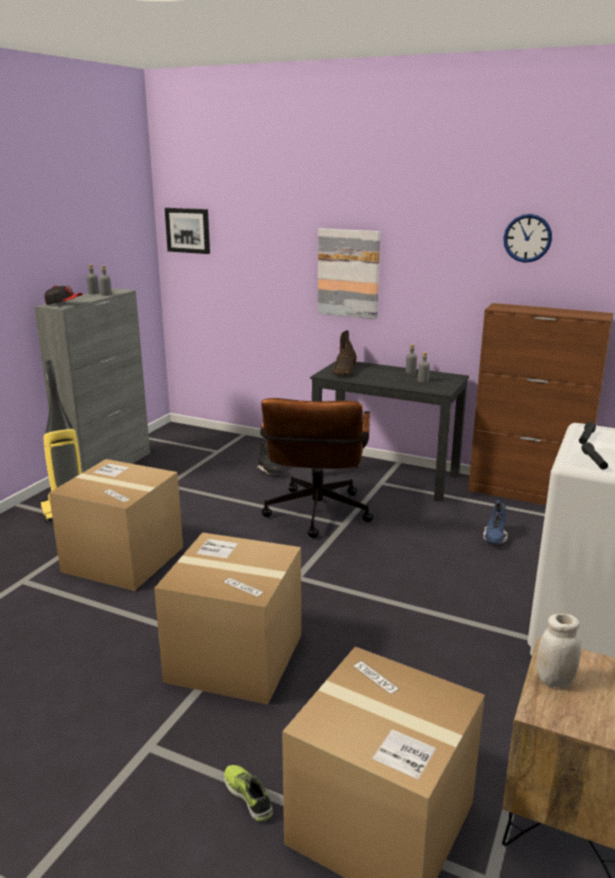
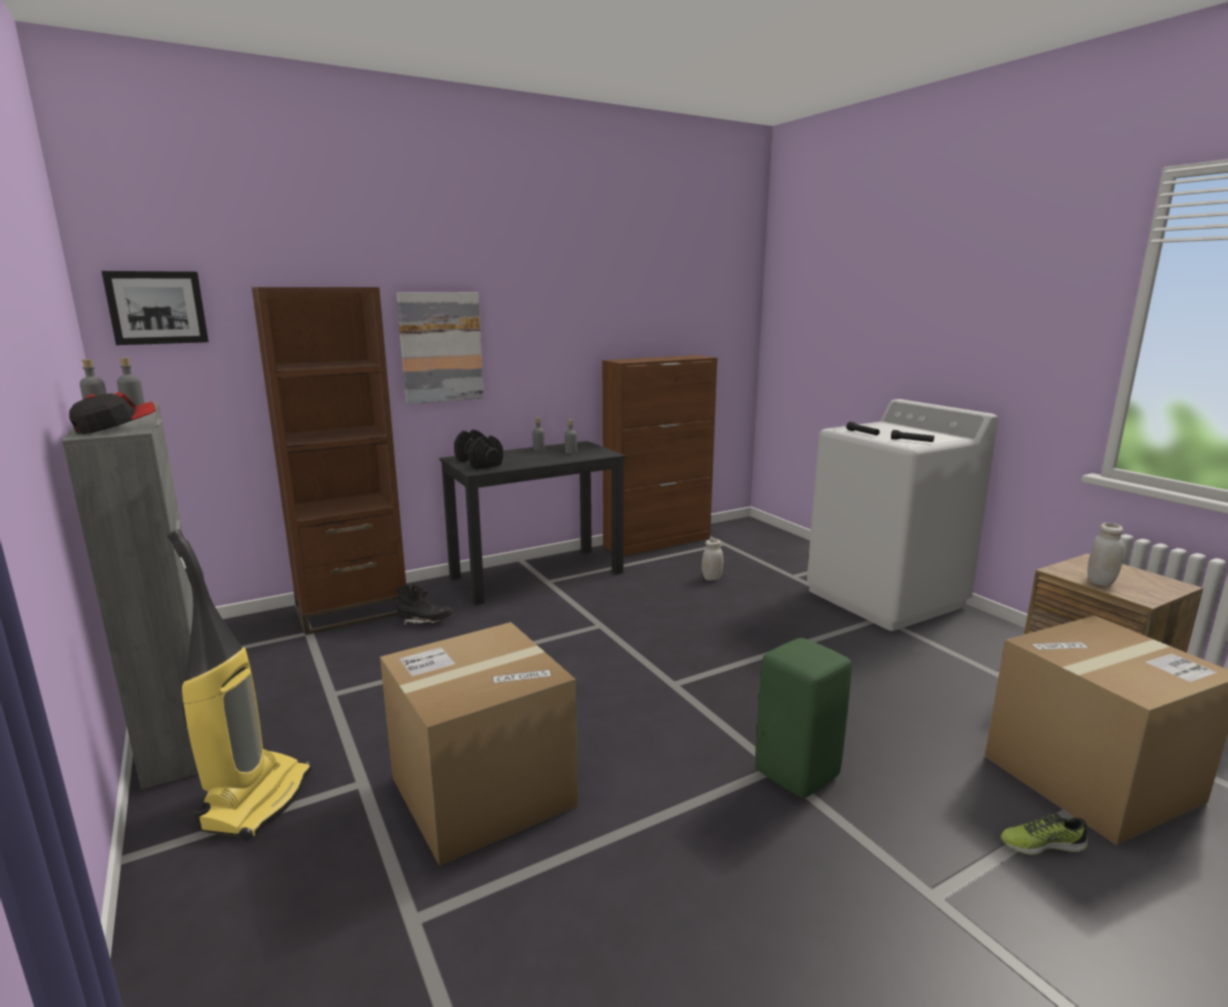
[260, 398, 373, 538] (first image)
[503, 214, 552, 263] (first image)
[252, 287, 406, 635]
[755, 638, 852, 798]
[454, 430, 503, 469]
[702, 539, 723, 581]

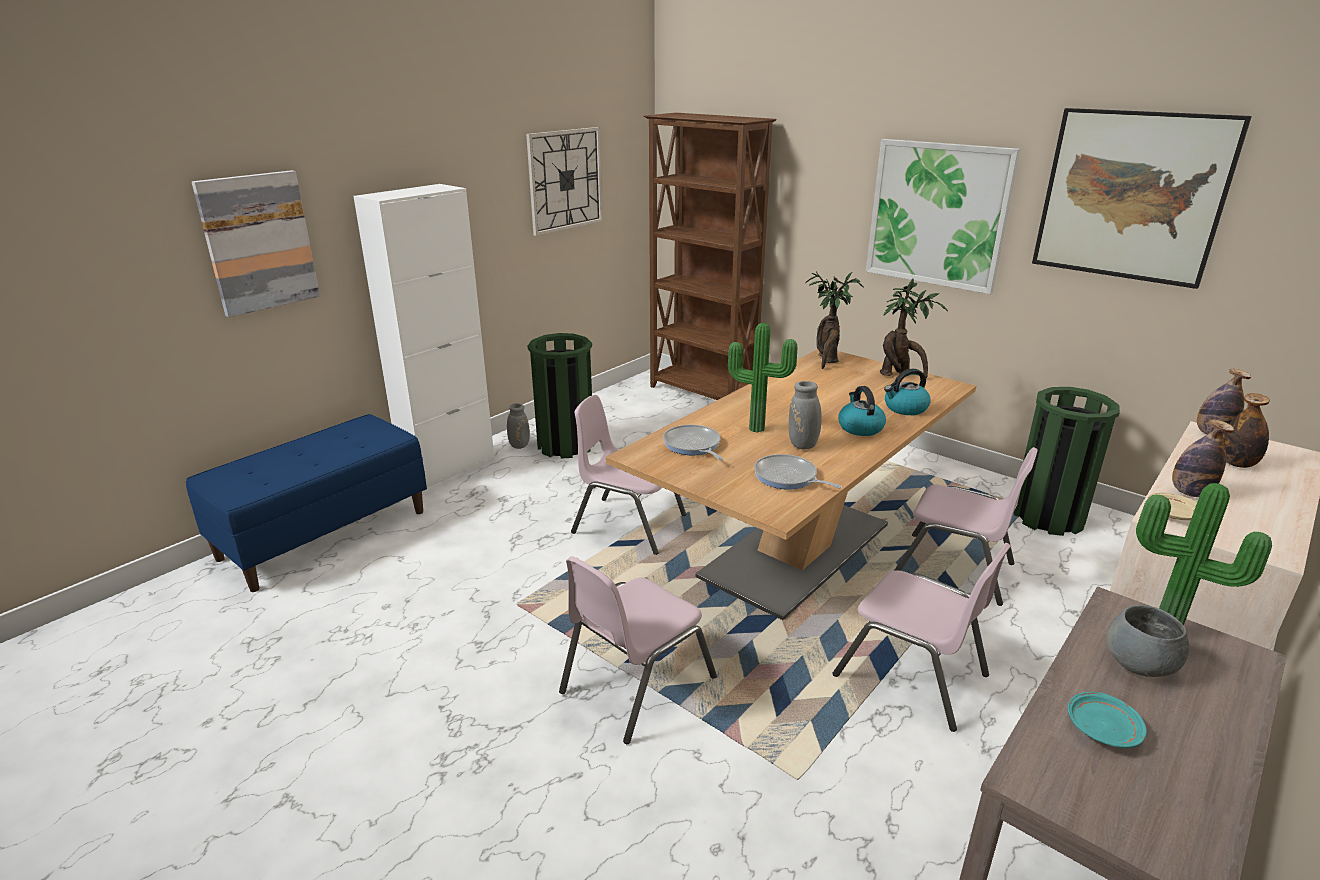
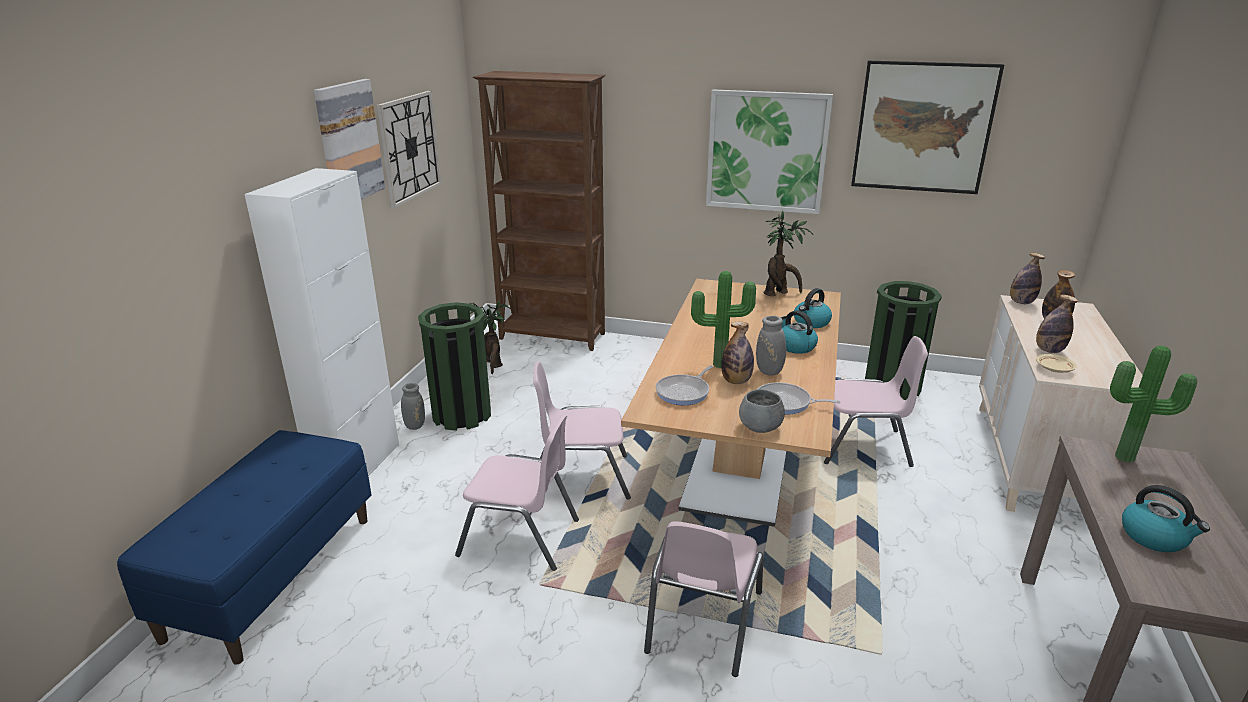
[721, 322, 754, 384]
[314, 79, 385, 199]
[470, 301, 511, 374]
[455, 414, 579, 571]
[739, 389, 785, 433]
[1122, 485, 1210, 552]
[656, 365, 713, 405]

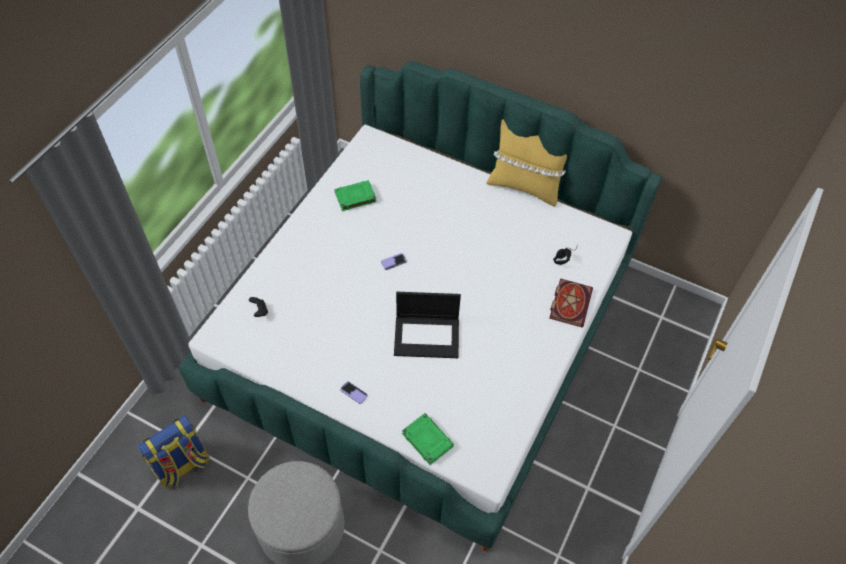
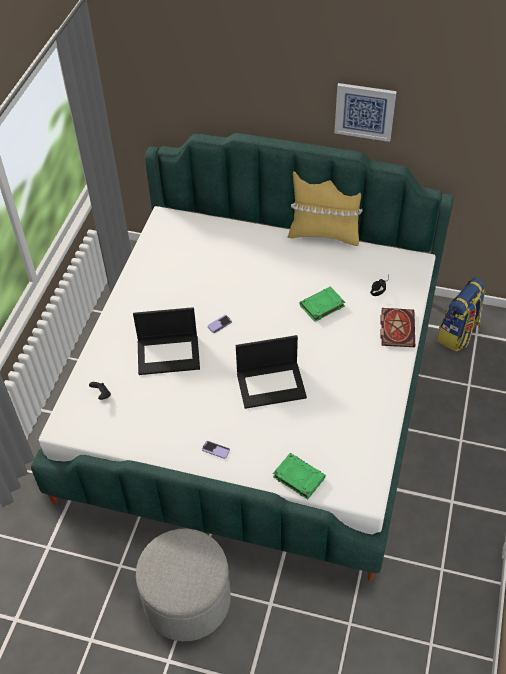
[133, 307, 200, 375]
[334, 83, 397, 142]
[437, 278, 486, 351]
[300, 287, 345, 322]

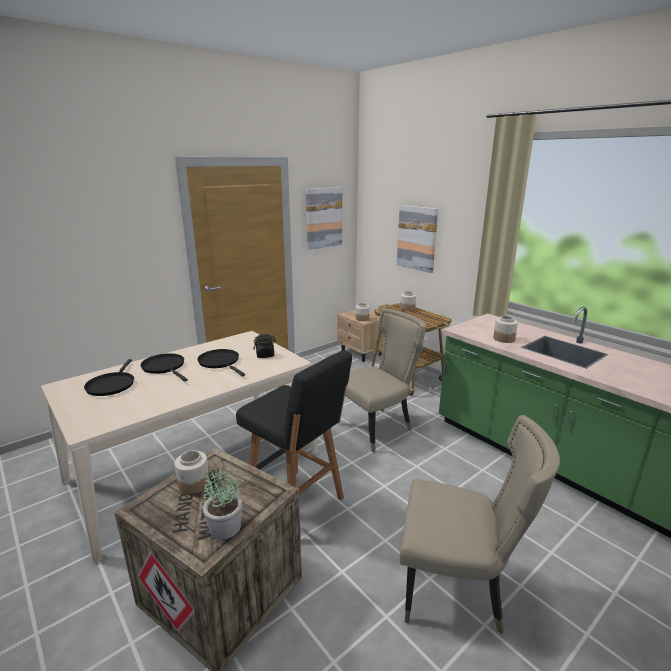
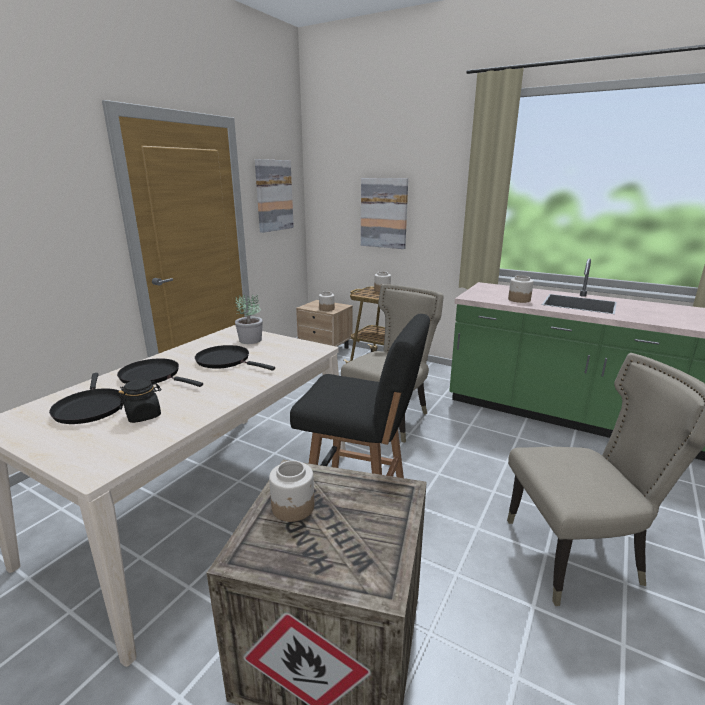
[235, 294, 263, 344]
[119, 379, 161, 423]

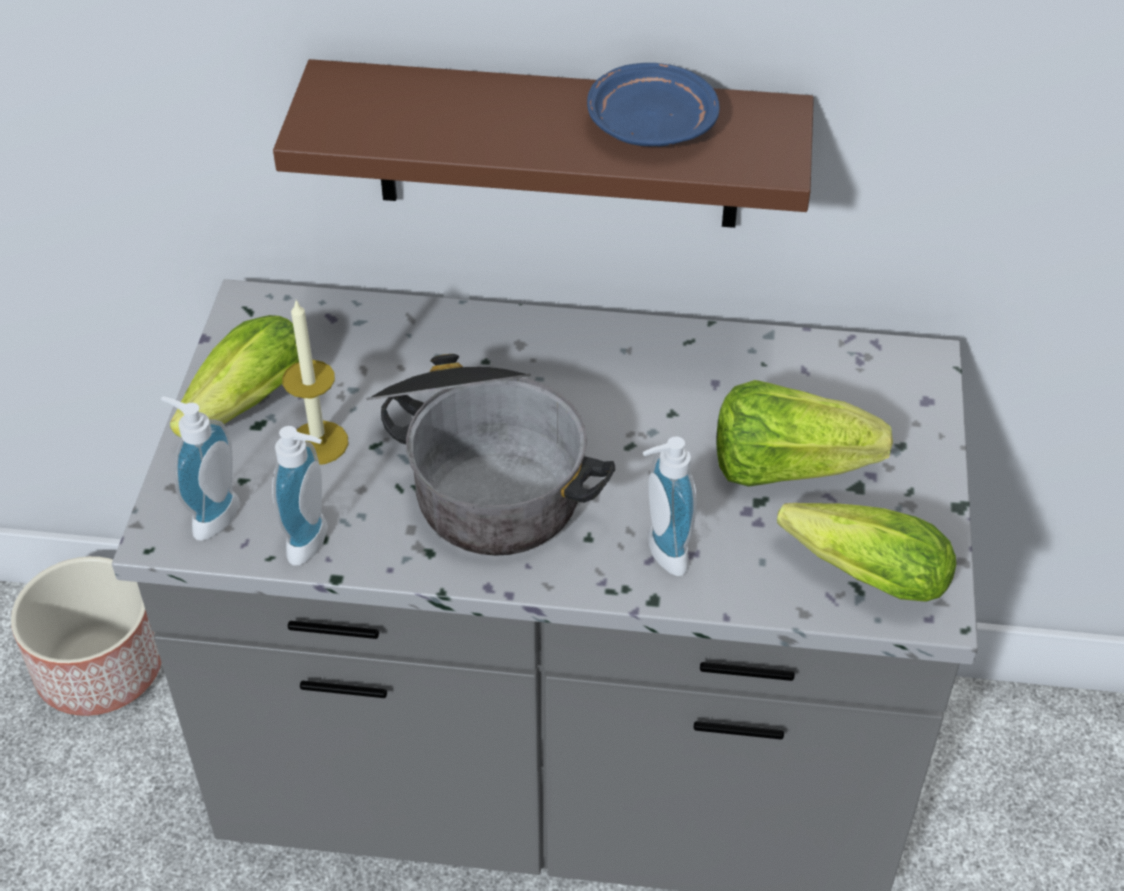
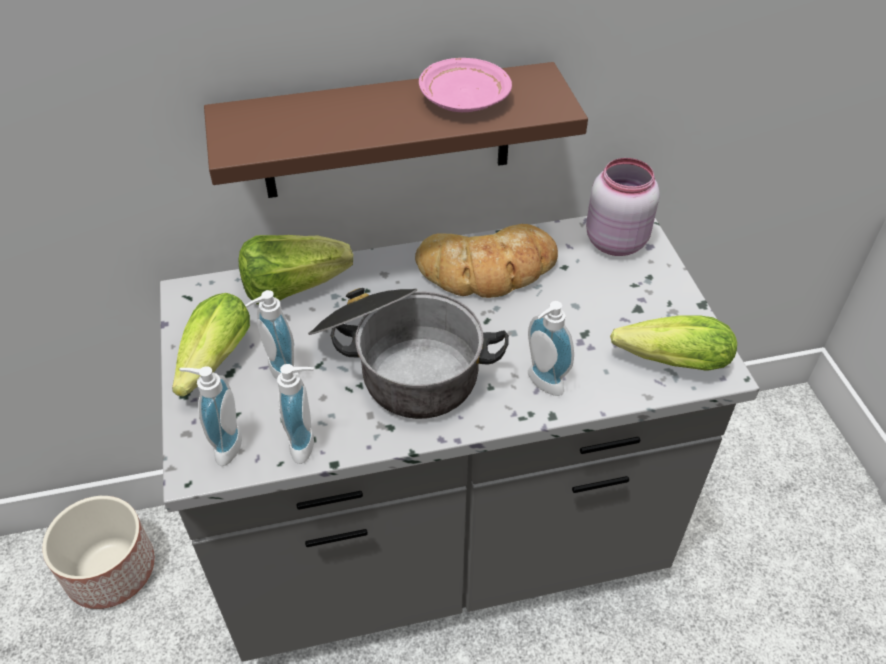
[415, 224, 558, 298]
[586, 158, 660, 256]
[239, 235, 353, 304]
[245, 290, 295, 379]
[419, 58, 512, 112]

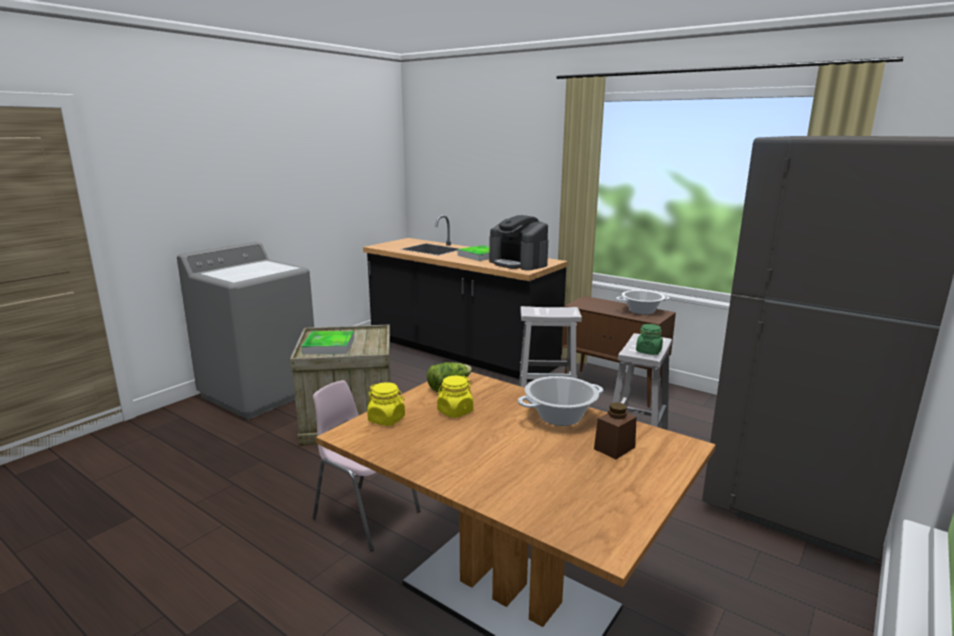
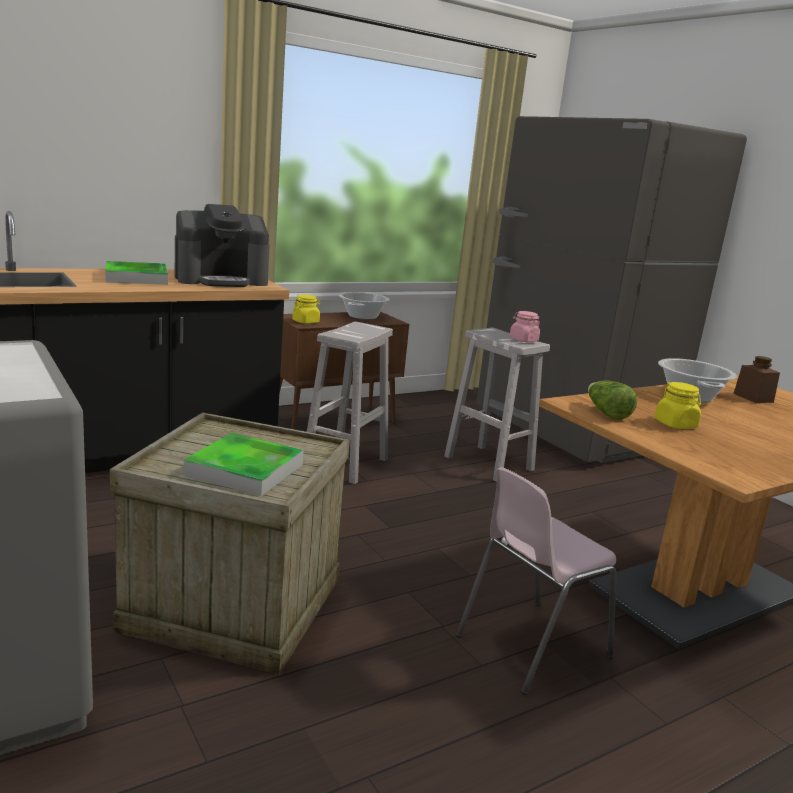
[292, 295, 320, 324]
[510, 311, 540, 342]

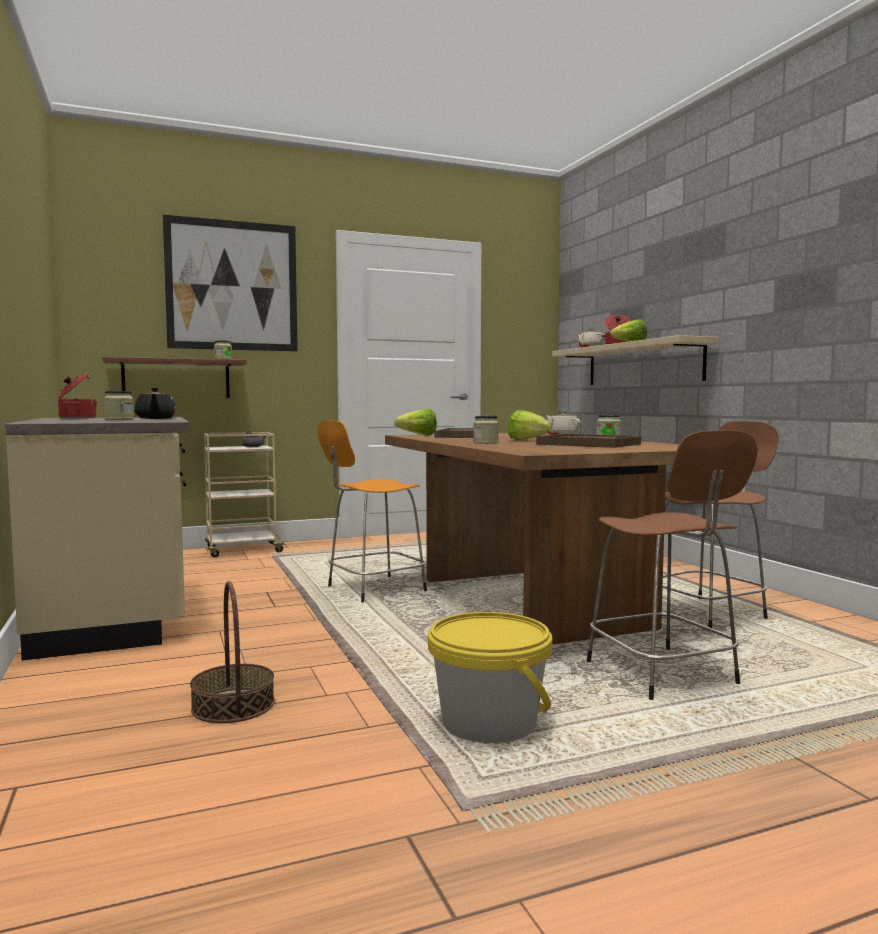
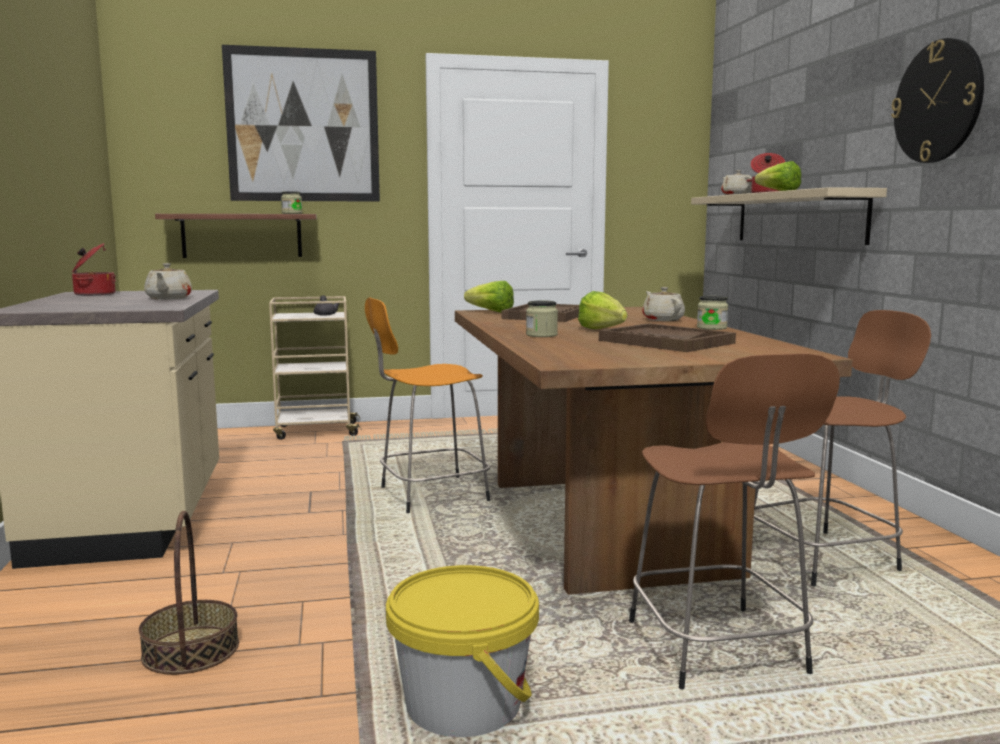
[104, 391, 134, 420] (first image)
[891, 38, 984, 163]
[144, 263, 192, 299]

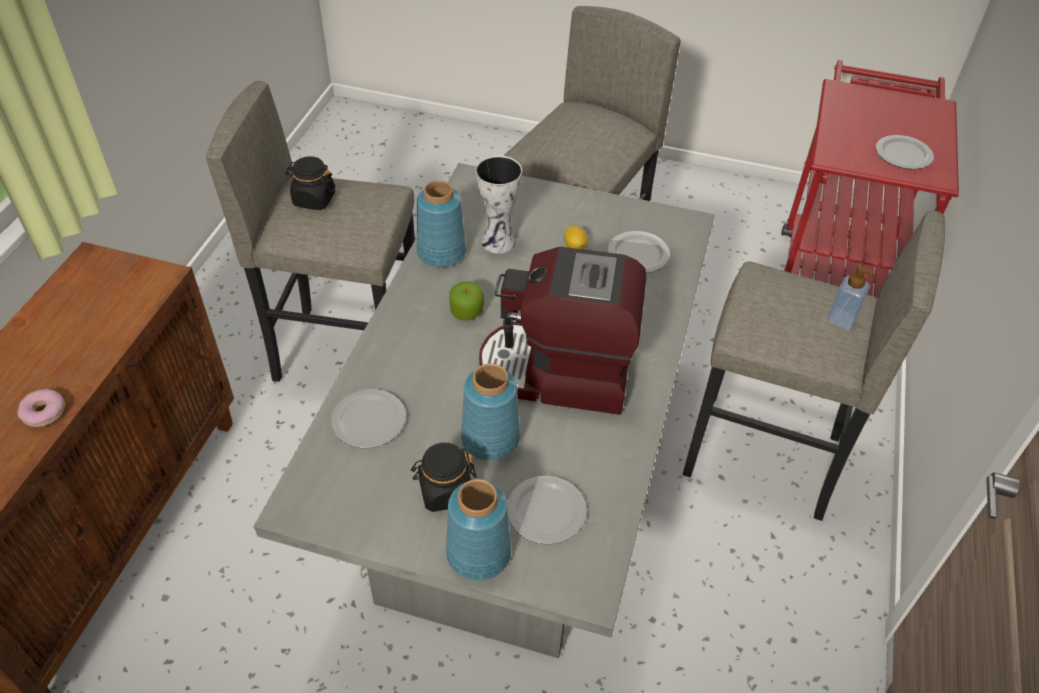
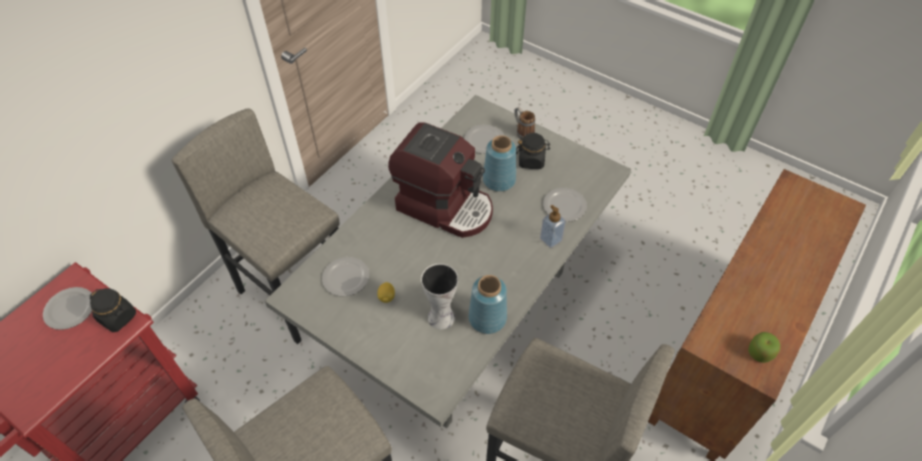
[18, 389, 65, 427] (first image)
[90, 288, 136, 332]
[748, 332, 780, 363]
[540, 205, 566, 248]
[514, 107, 535, 139]

